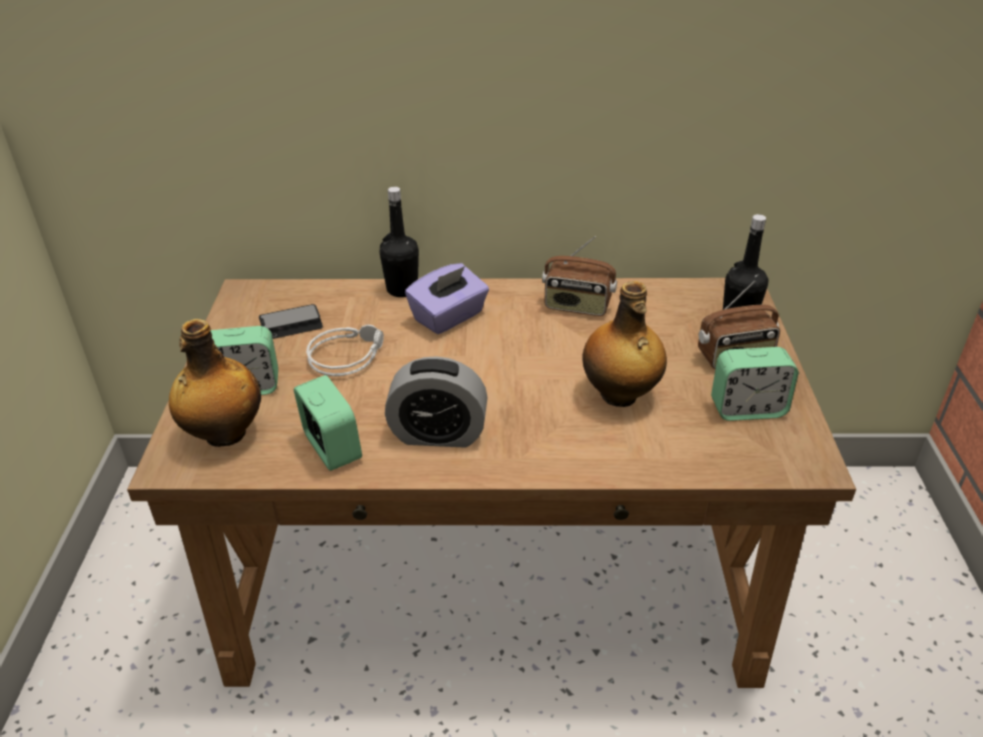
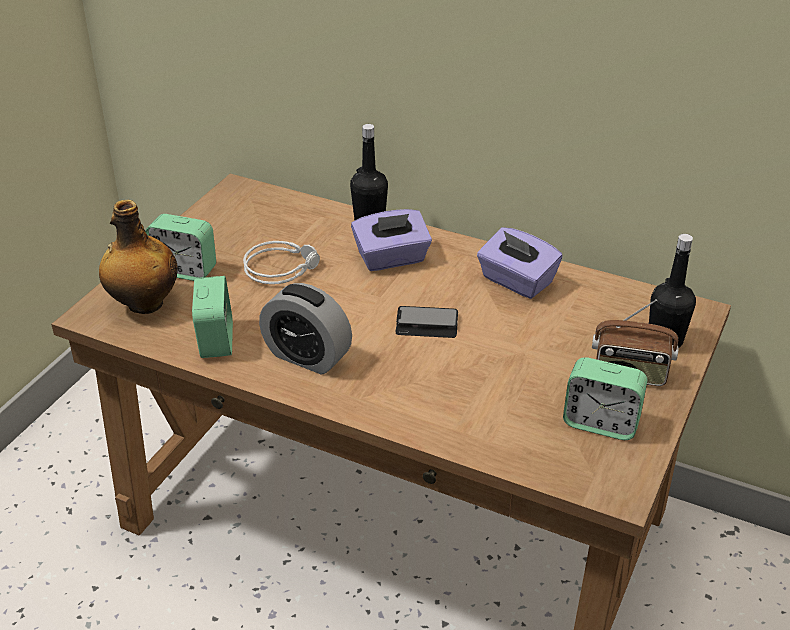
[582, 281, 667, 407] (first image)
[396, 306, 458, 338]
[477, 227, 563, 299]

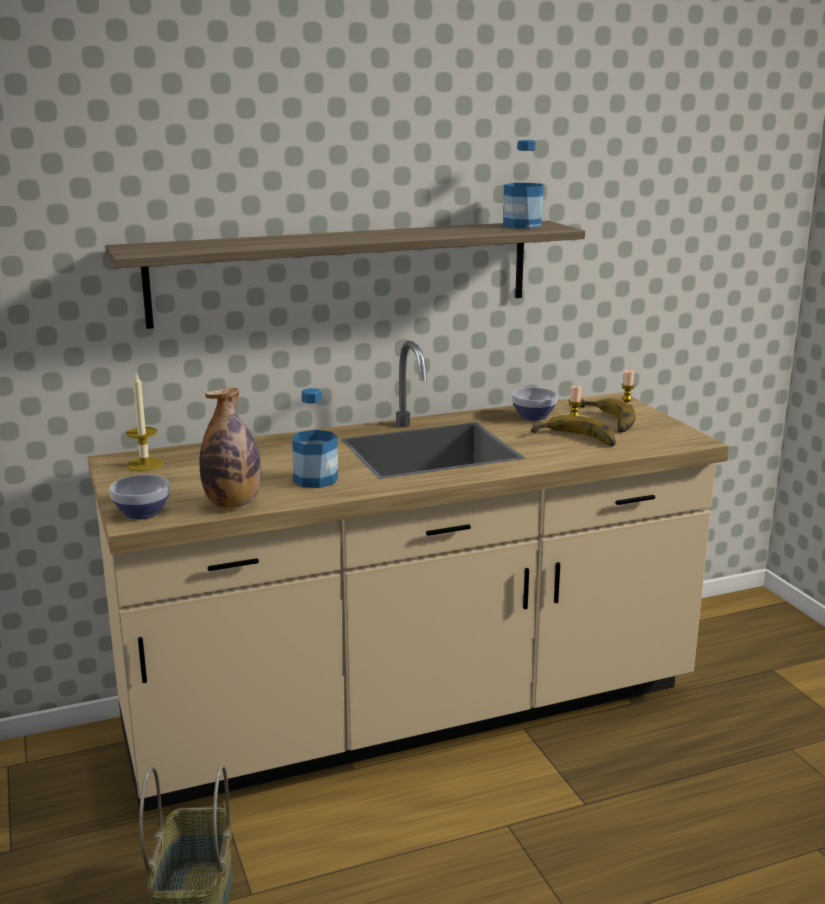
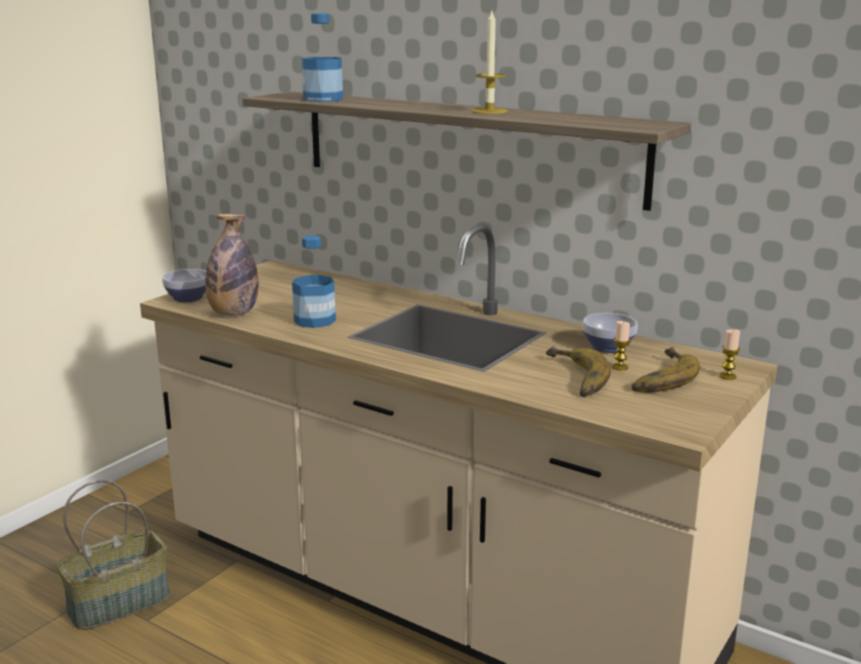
[472, 11, 508, 114]
[302, 13, 343, 102]

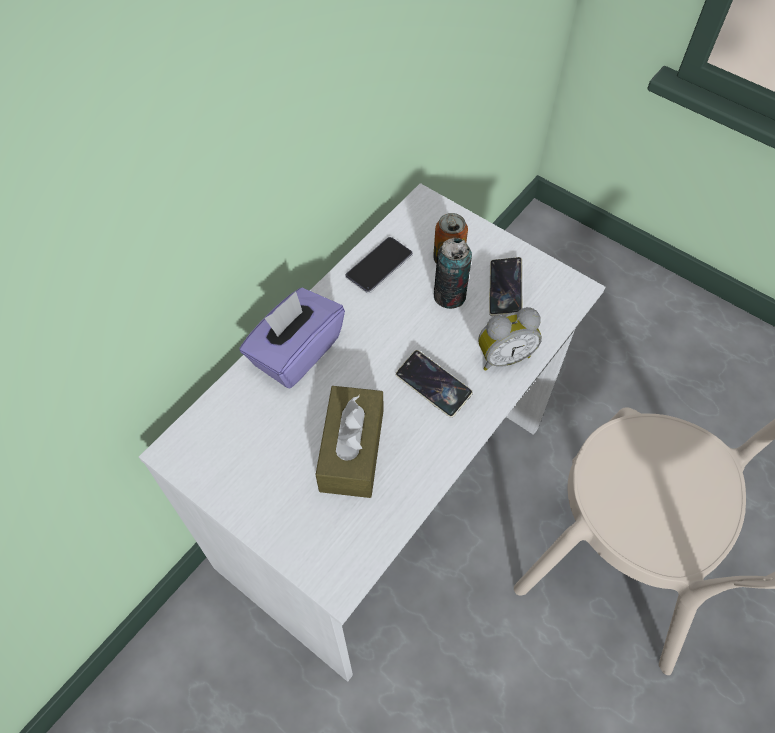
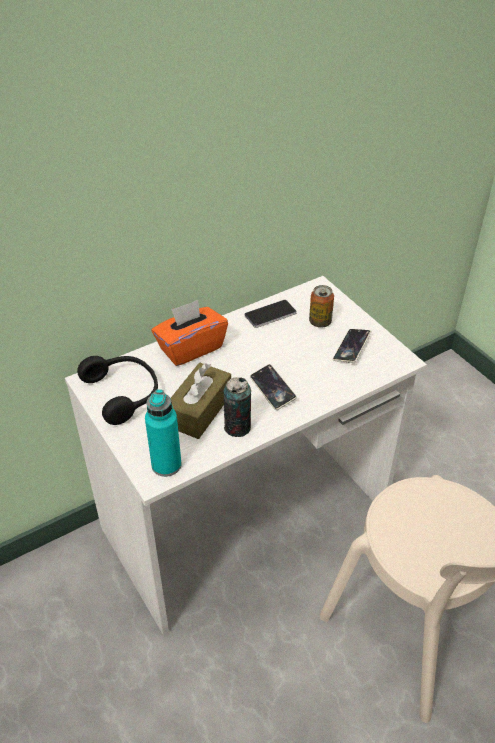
[478, 307, 542, 371] (first image)
[77, 356, 158, 425]
[145, 389, 182, 477]
[223, 377, 251, 437]
[152, 300, 228, 366]

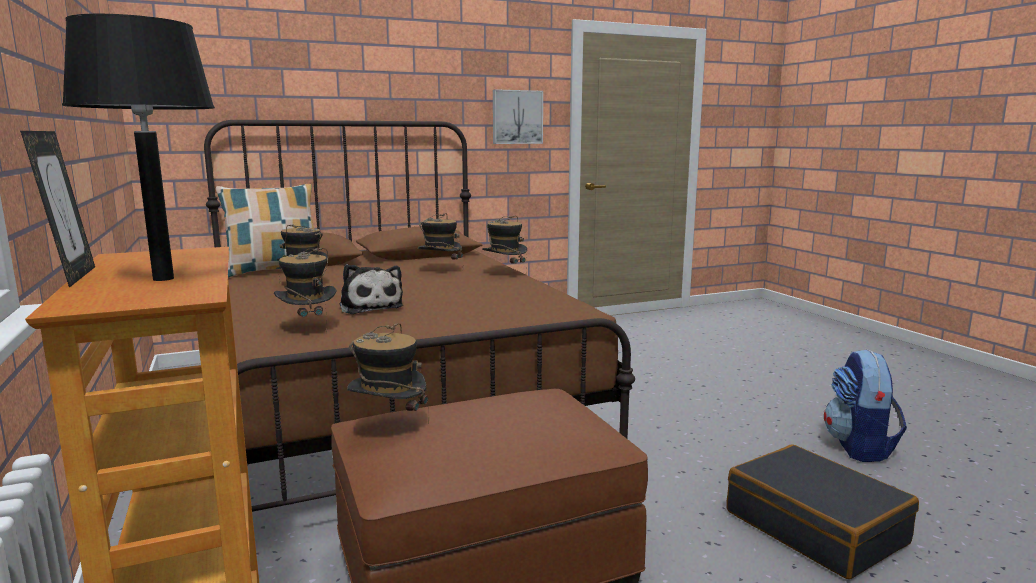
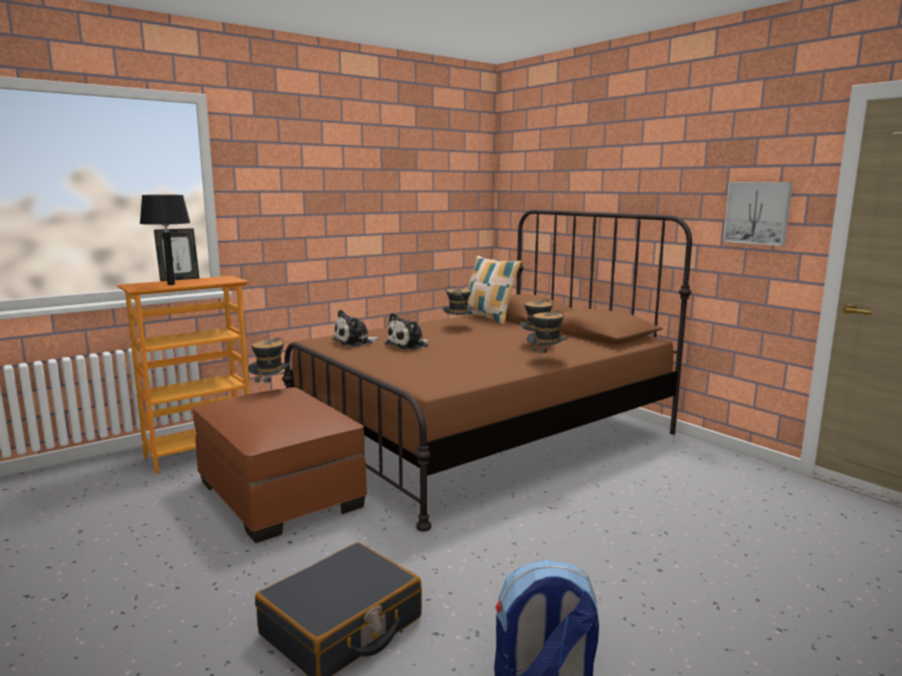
[332, 310, 379, 346]

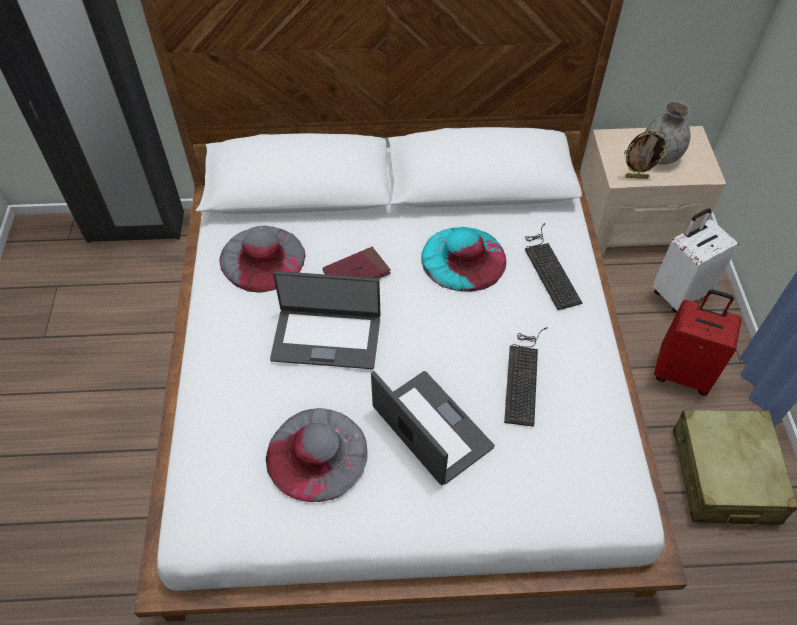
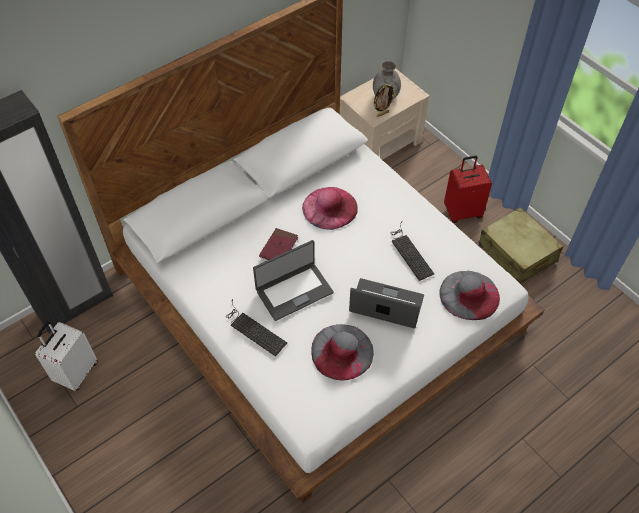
[439, 271, 500, 320]
[226, 299, 287, 357]
[35, 322, 98, 391]
[302, 187, 358, 230]

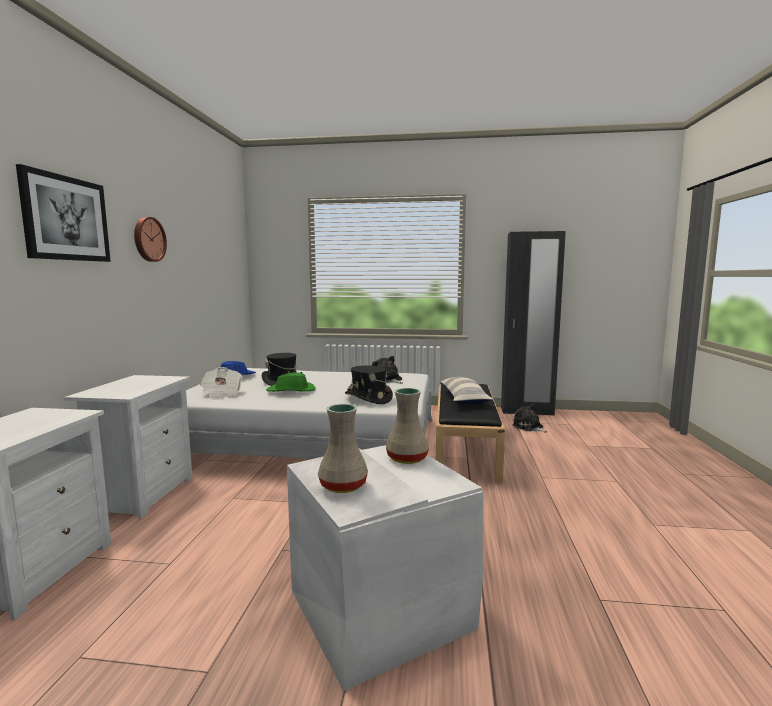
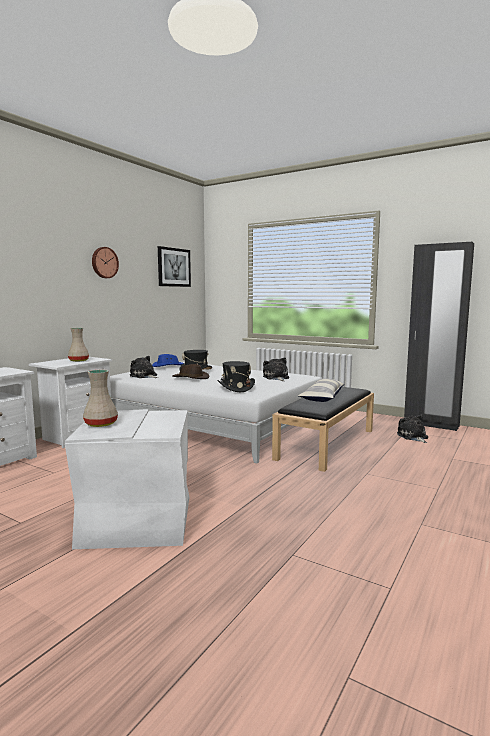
[158, 246, 191, 287]
[68, 328, 89, 362]
[130, 356, 158, 378]
[173, 364, 209, 379]

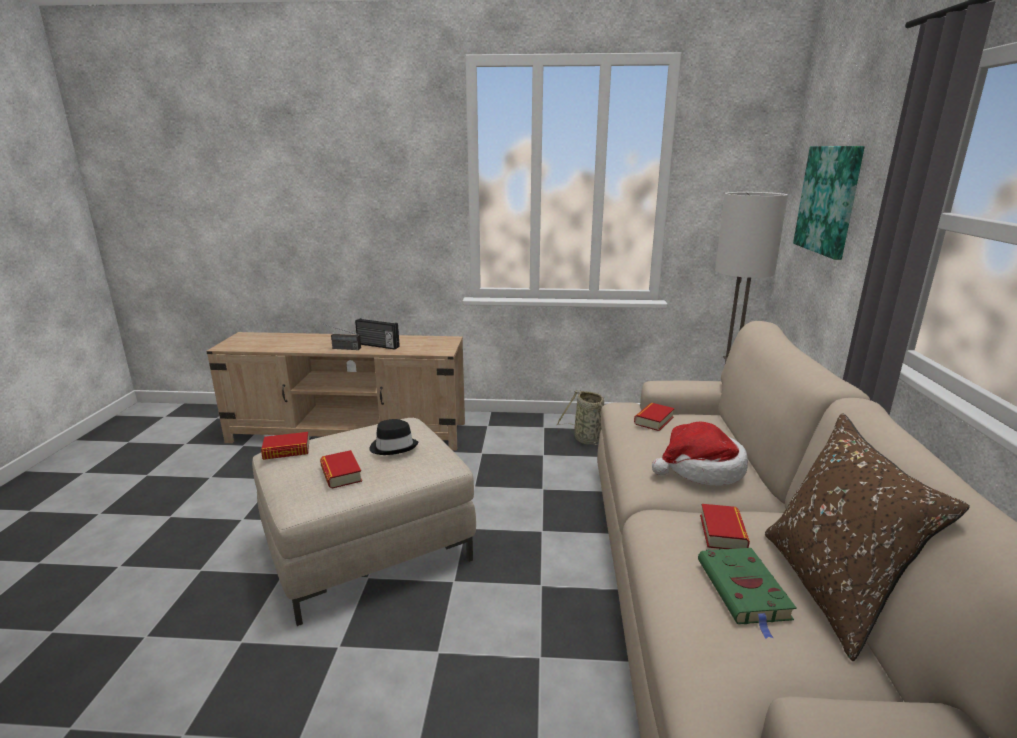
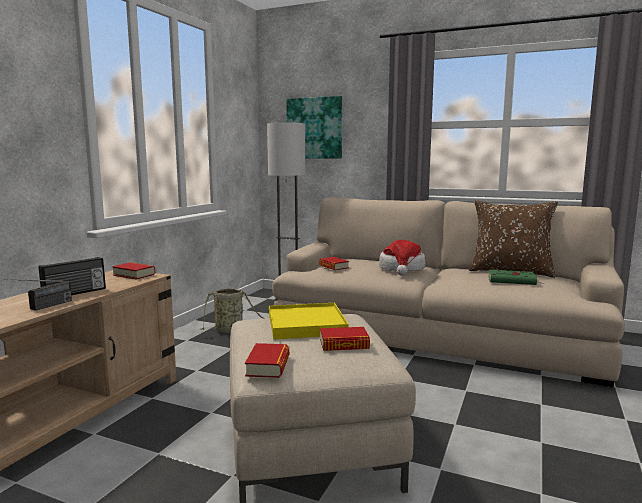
[112, 262, 155, 280]
[269, 303, 349, 339]

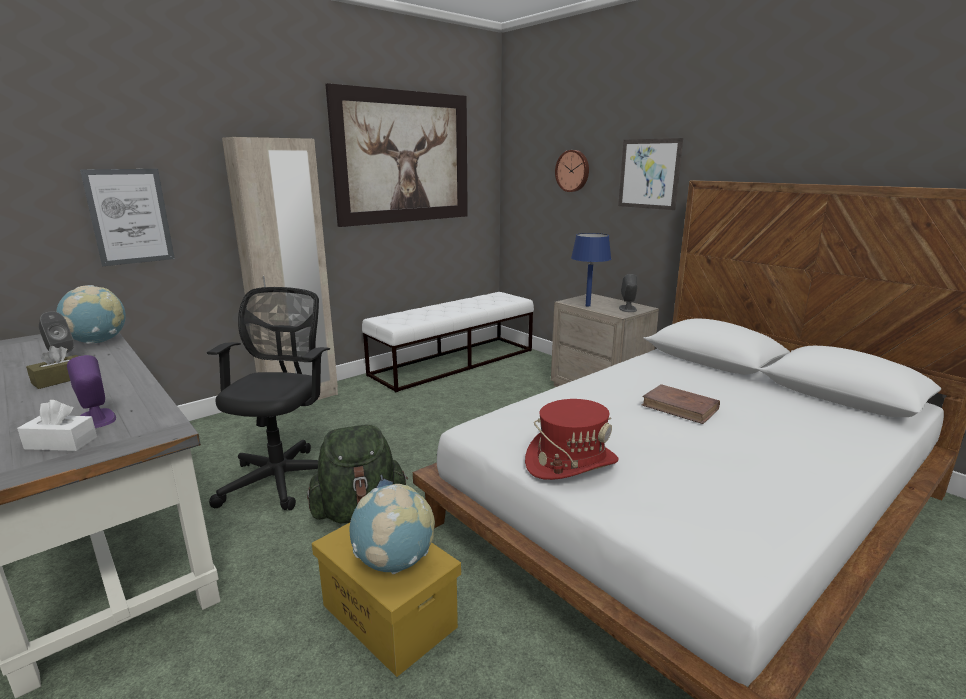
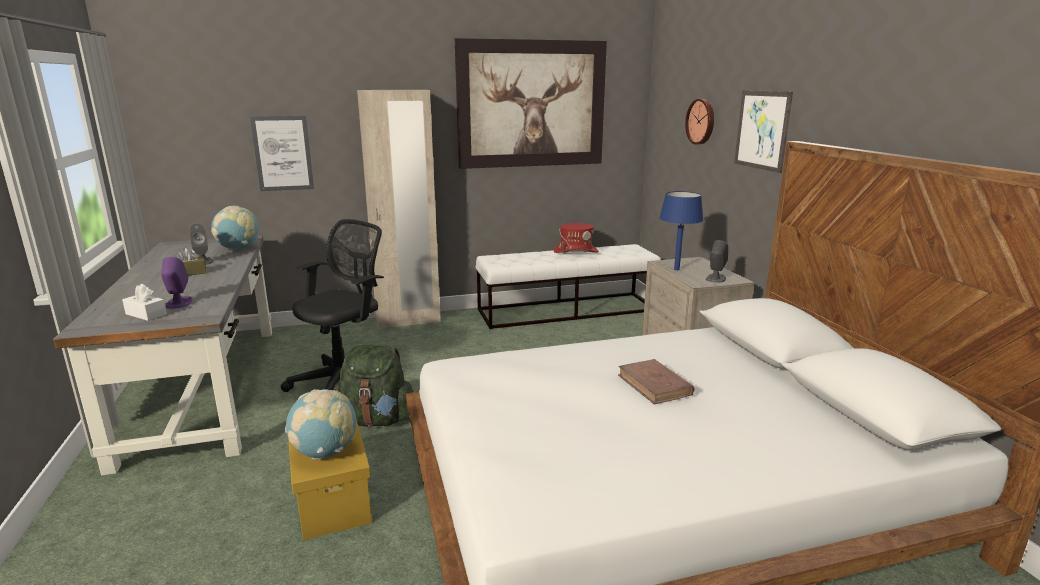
[554, 223, 599, 253]

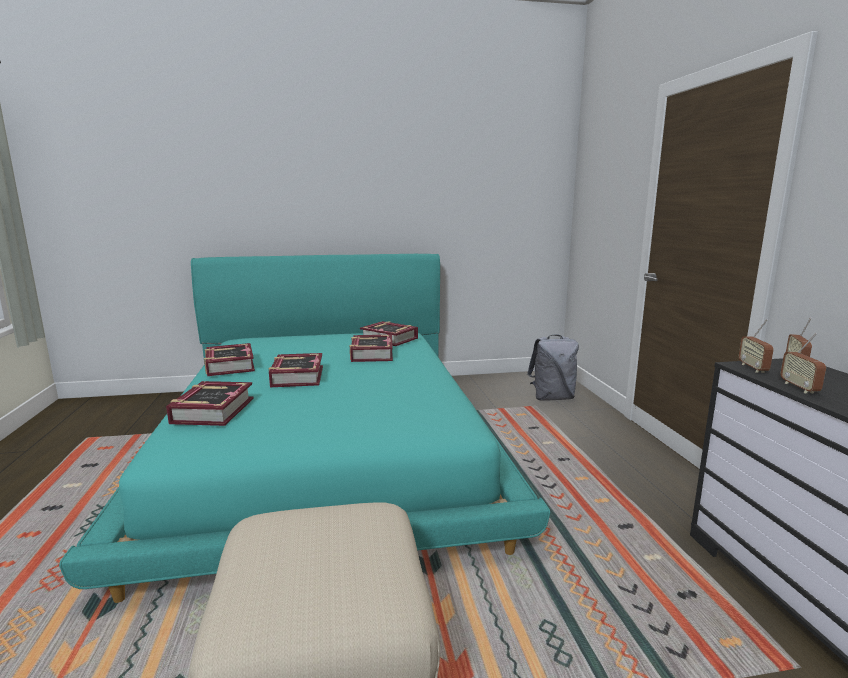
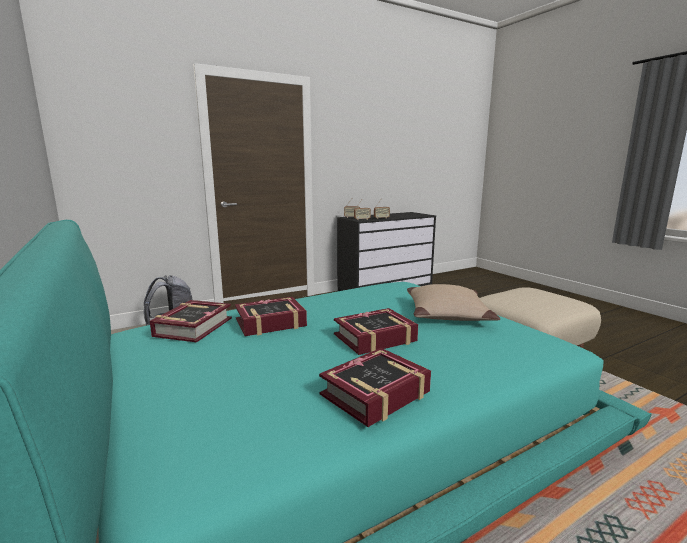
[166, 381, 254, 426] (first image)
[407, 284, 500, 321]

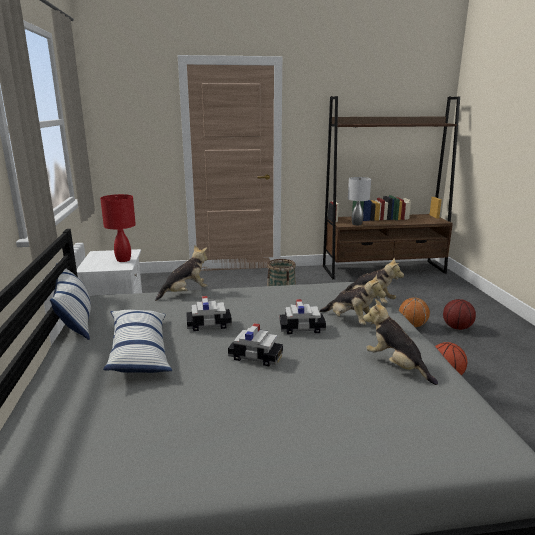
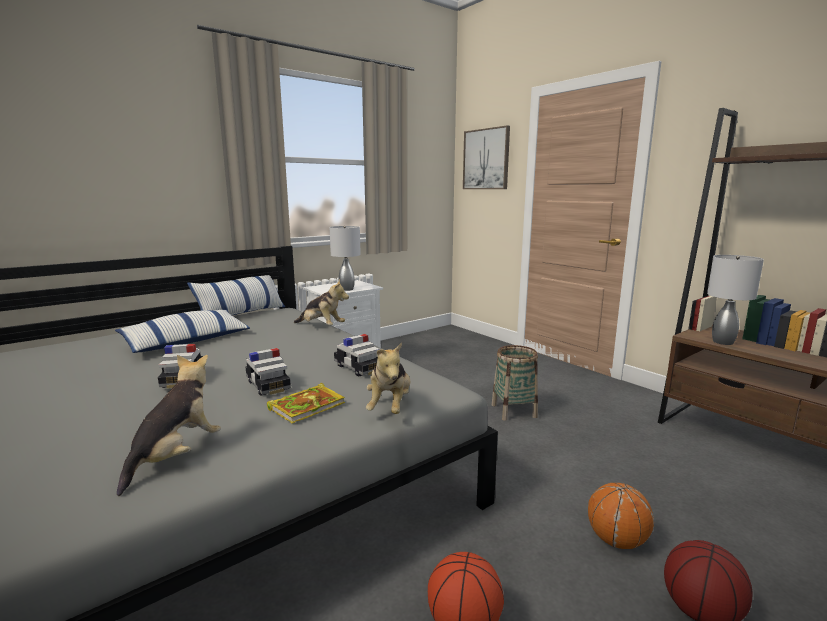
[463, 126, 510, 189]
[334, 334, 380, 376]
[267, 383, 345, 423]
[329, 226, 361, 291]

